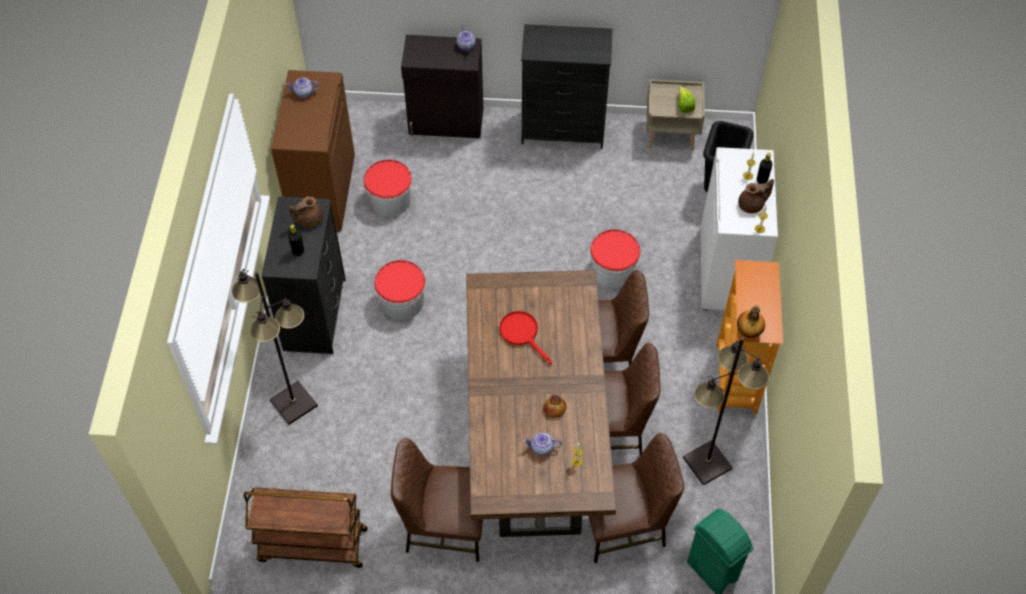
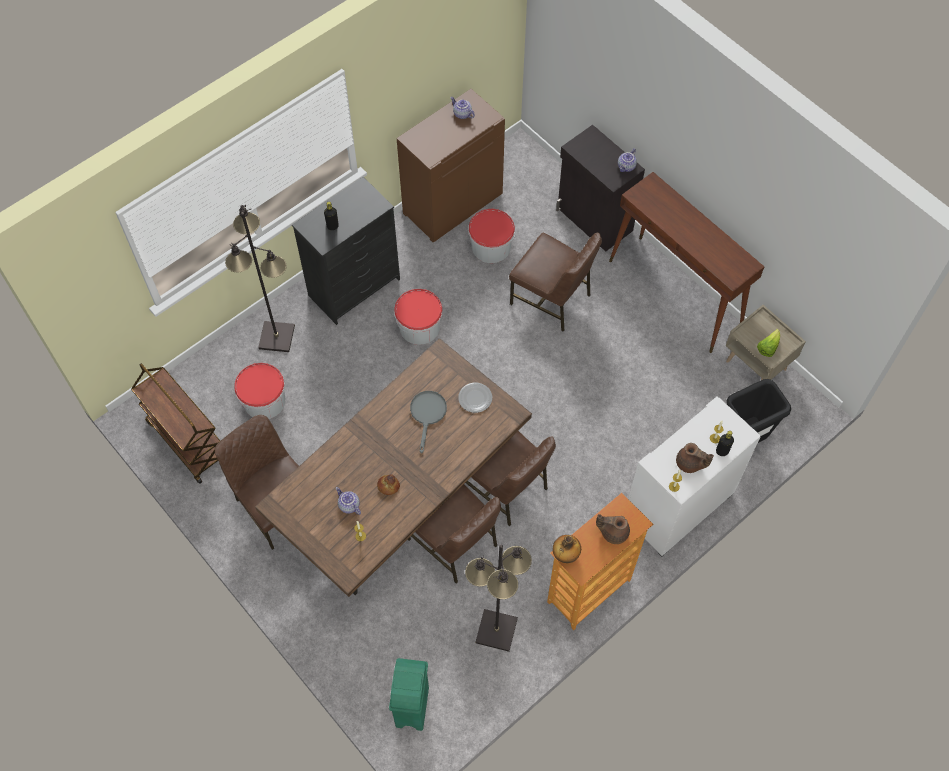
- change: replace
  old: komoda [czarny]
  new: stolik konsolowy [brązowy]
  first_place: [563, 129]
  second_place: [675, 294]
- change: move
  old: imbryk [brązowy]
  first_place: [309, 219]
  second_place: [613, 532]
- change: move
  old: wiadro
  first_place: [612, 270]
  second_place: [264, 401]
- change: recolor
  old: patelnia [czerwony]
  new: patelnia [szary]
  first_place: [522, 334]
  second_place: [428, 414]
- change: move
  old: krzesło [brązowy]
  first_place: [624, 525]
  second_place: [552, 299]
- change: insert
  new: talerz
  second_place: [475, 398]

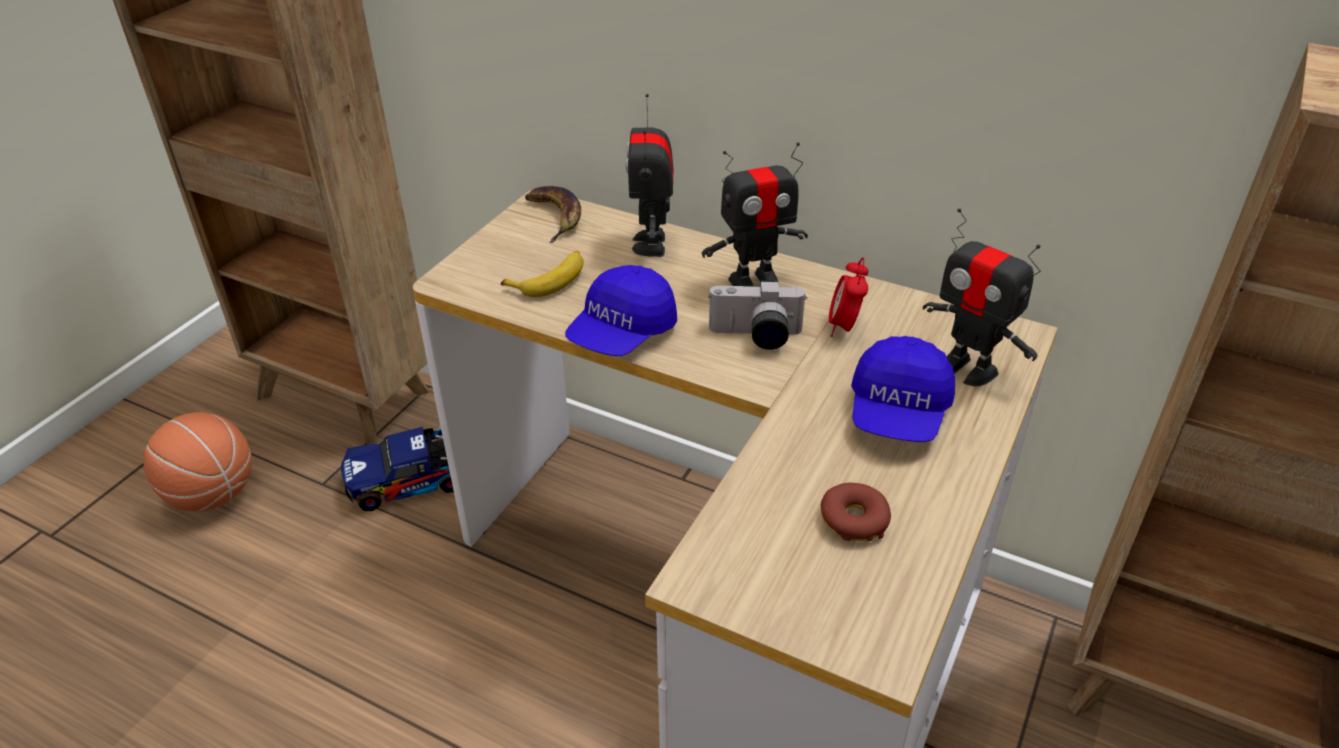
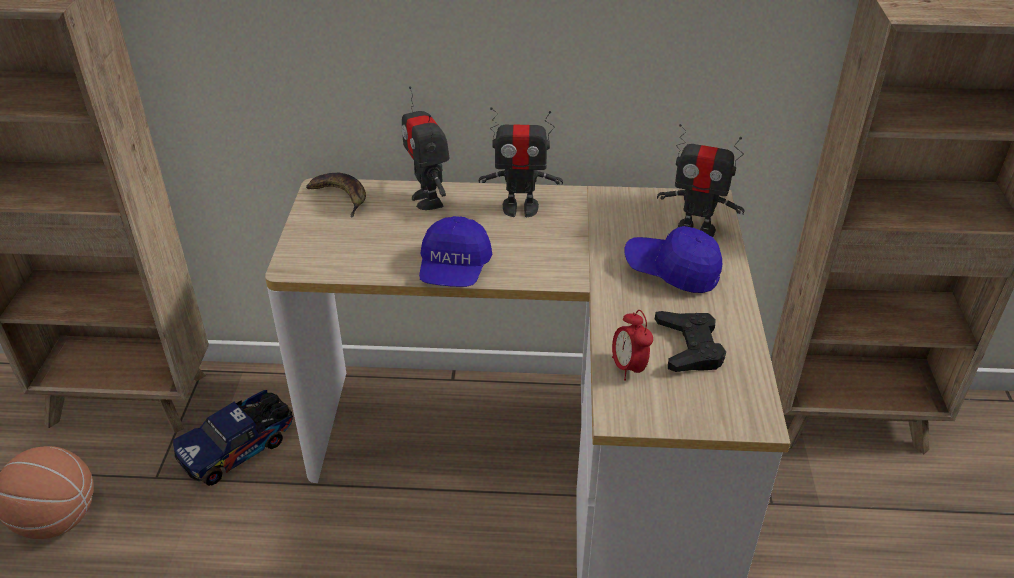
- change: rotate
  old: robot zabawkowy
  first_place: [754, 280]
  second_place: [520, 208]
  degrees: 45
- change: delete
  old: banan
  first_place: [550, 280]
- change: move
  old: budzik
  first_place: [844, 327]
  second_place: [628, 367]
- change: delete
  old: aparat fotograficzny
  first_place: [755, 337]
- change: rotate
  old: czapka z daszkiem [niebieski]
  first_place: [898, 413]
  second_place: [672, 272]
  degrees: 120
- change: replace
  old: donut
  new: pad do gier [czarny]
  first_place: [854, 520]
  second_place: [689, 347]

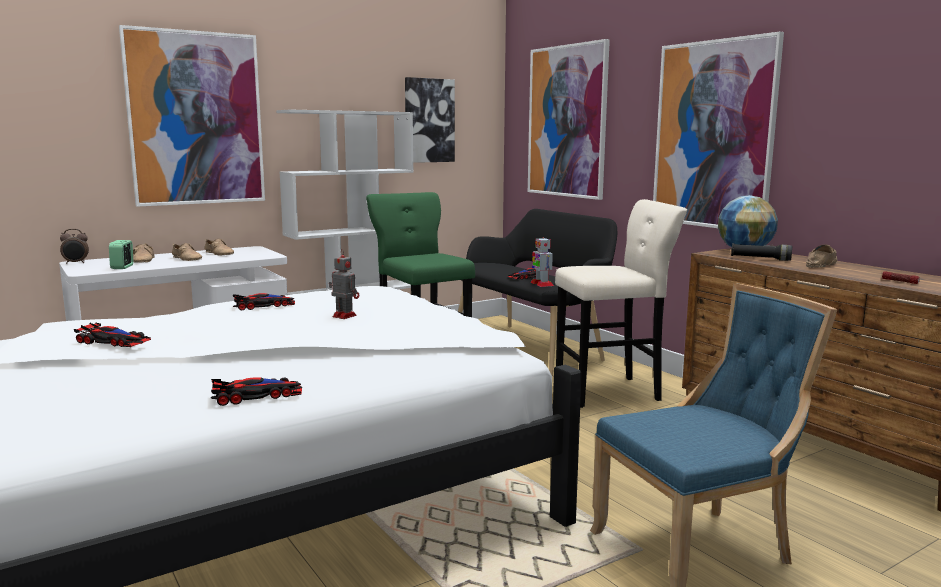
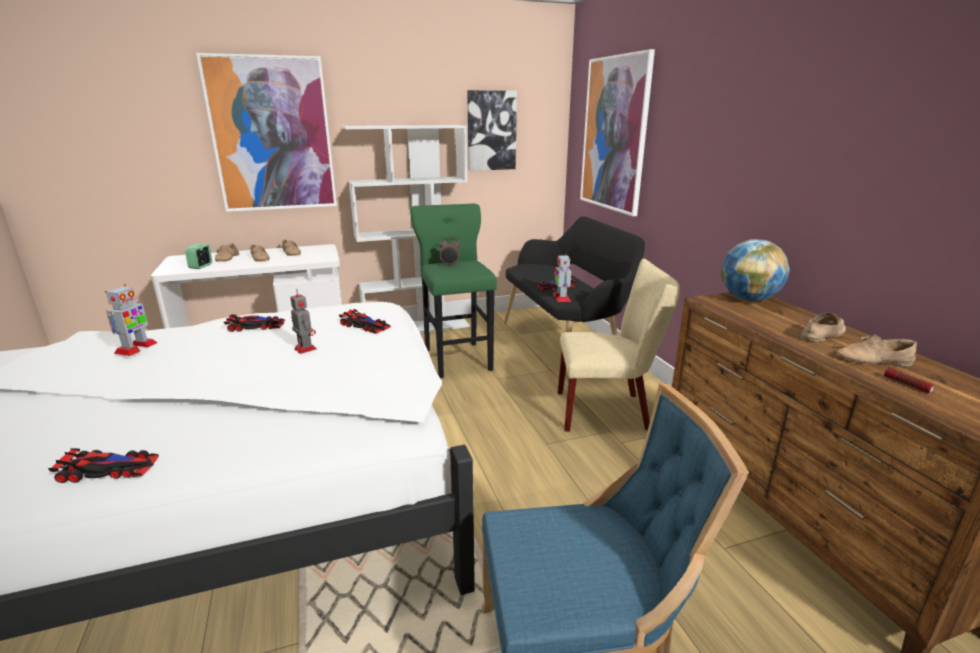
- change: delete
  old: obraz
  first_place: [713, 135]
- change: replace
  old: stołek [beżowy]
  new: krzesło [beżowy]
  first_place: [612, 392]
  second_place: [608, 411]
- change: move
  old: budzik
  first_place: [76, 263]
  second_place: [449, 265]
- change: delete
  old: latarka [czarny]
  first_place: [760, 259]
- change: move
  old: samochodzik
  first_place: [113, 341]
  second_place: [365, 326]
- change: insert
  new: robot zabawkowy
  second_place: [136, 348]
- change: insert
  new: but [beżowy]
  second_place: [874, 360]

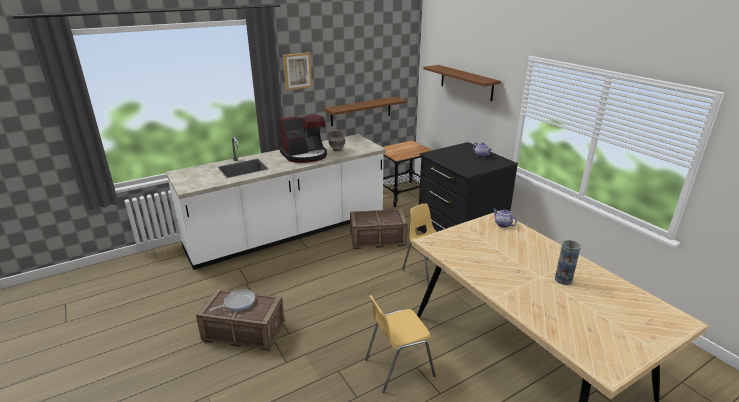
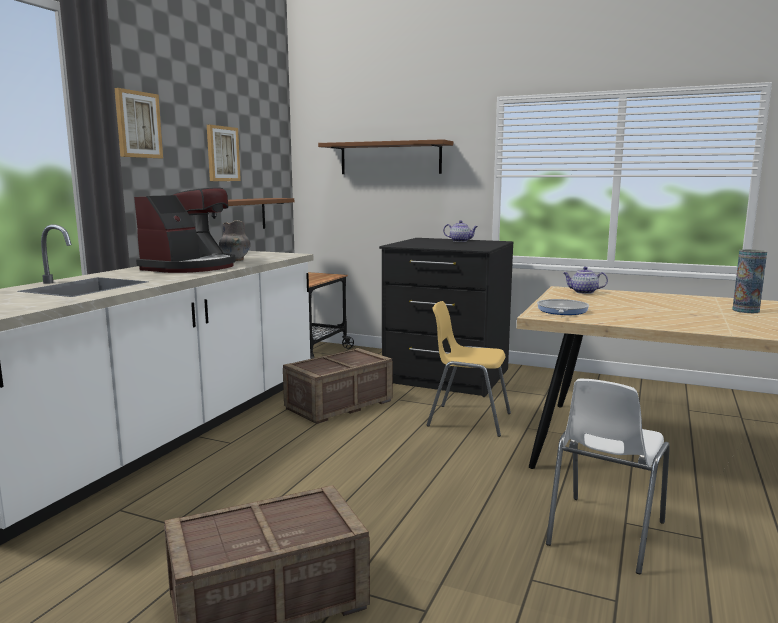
- change: move
  old: patelnia
  first_place: [238, 302]
  second_place: [561, 311]
- change: recolor
  old: krzesło [żółty]
  new: krzesło [biały]
  first_place: [398, 367]
  second_place: [604, 533]
- change: insert
  new: obraz
  second_place: [222, 154]

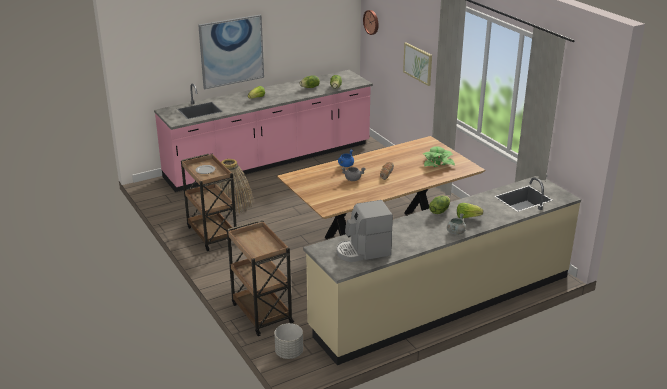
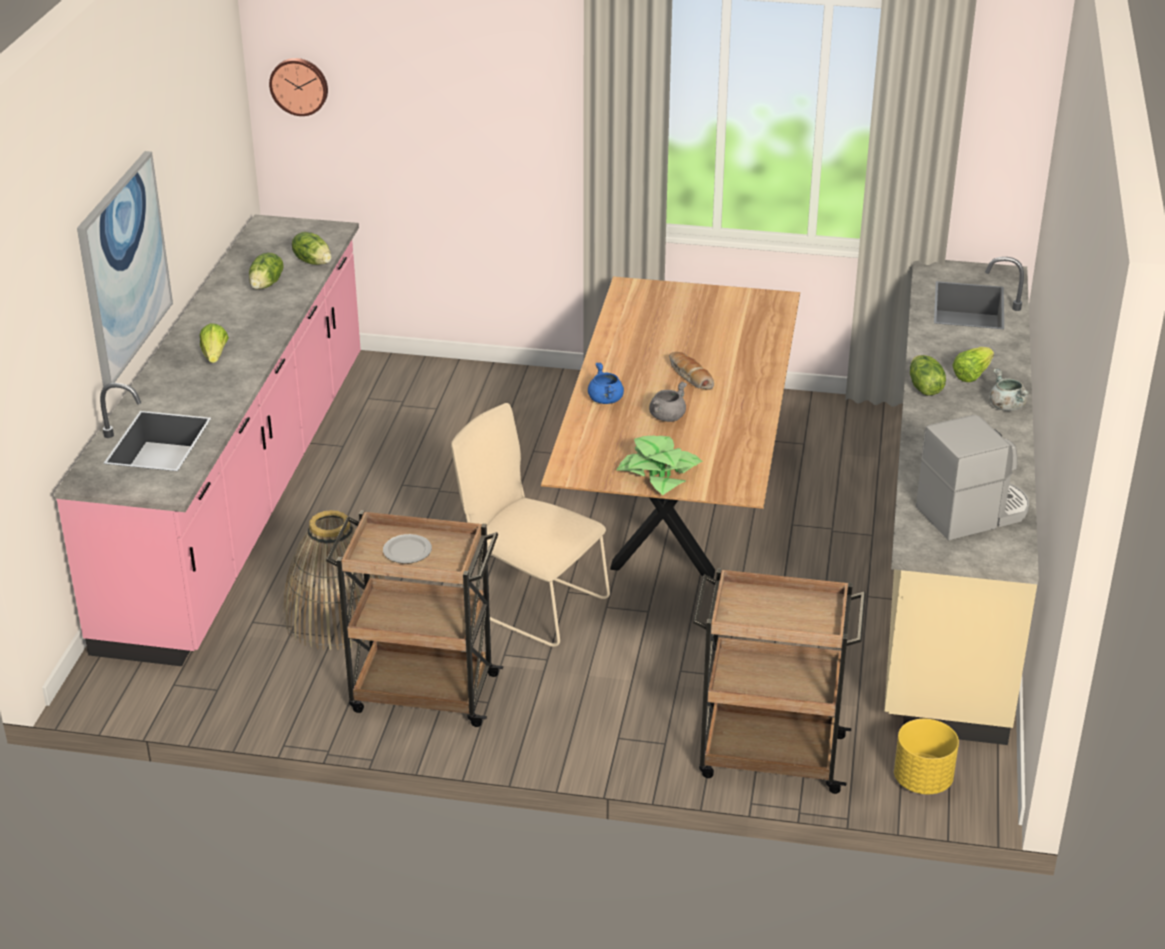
- change: delete
  old: obraz
  first_place: [418, 63]
- change: move
  old: roślina doniczkowa
  first_place: [438, 163]
  second_place: [660, 472]
- change: rotate
  old: ekspres do kawy
  first_place: [363, 251]
  second_place: [974, 513]
  degrees: -135
- change: recolor
  old: donica [szary]
  new: donica [żółty]
  first_place: [289, 353]
  second_place: [922, 781]
- change: insert
  new: krzesło [beżowy]
  second_place: [529, 602]

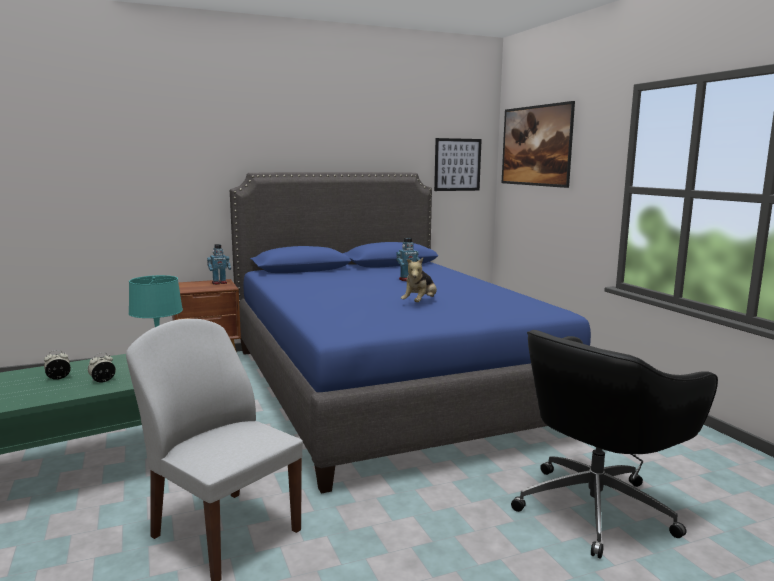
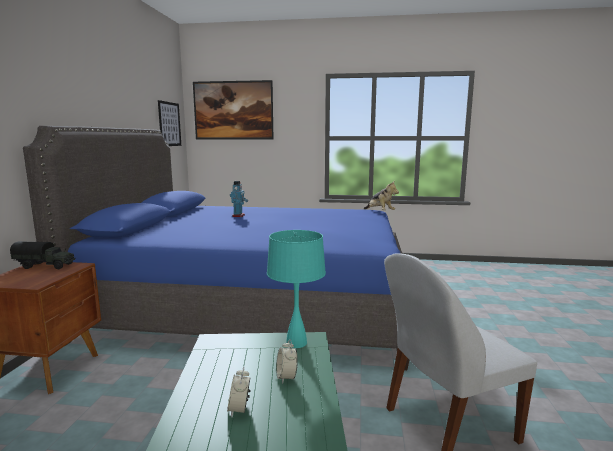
- change: replace
  old: robot zabawkowy
  new: ciężarówka zabawkowa
  first_place: [219, 283]
  second_place: [46, 266]
- change: move
  old: pluszak
  first_place: [420, 303]
  second_place: [379, 212]
- change: delete
  old: krzesło biurowe [czarny]
  first_place: [597, 507]

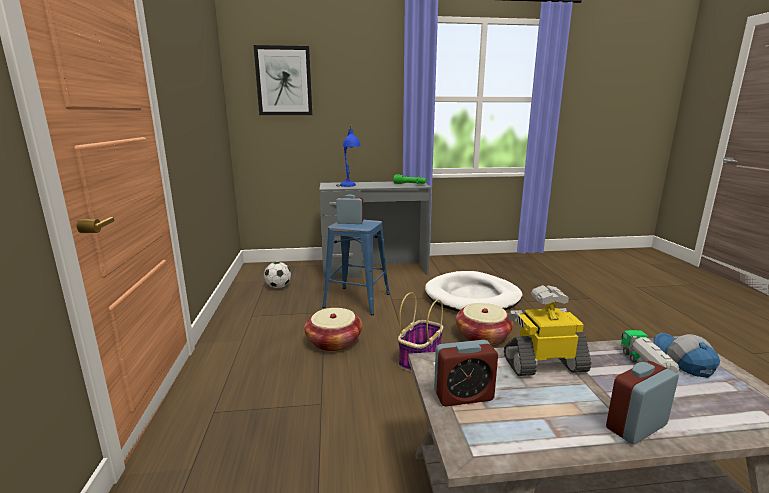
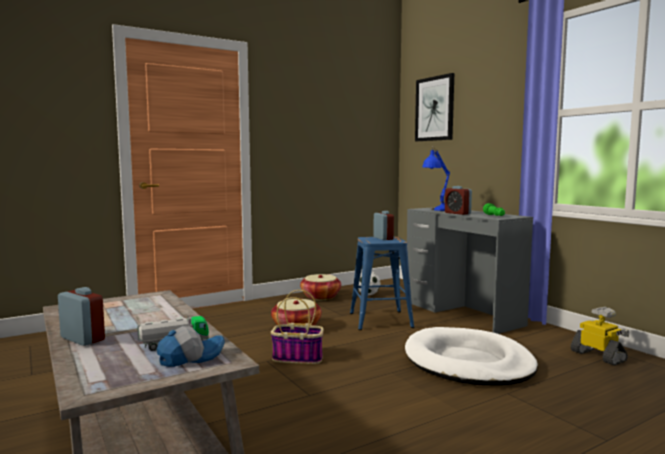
- change: move
  old: robot zabawkowy
  first_place: [544, 364]
  second_place: [599, 356]
- change: move
  old: koszyk
  first_place: [483, 336]
  second_place: [320, 297]
- change: move
  old: budzik
  first_place: [463, 396]
  second_place: [457, 213]

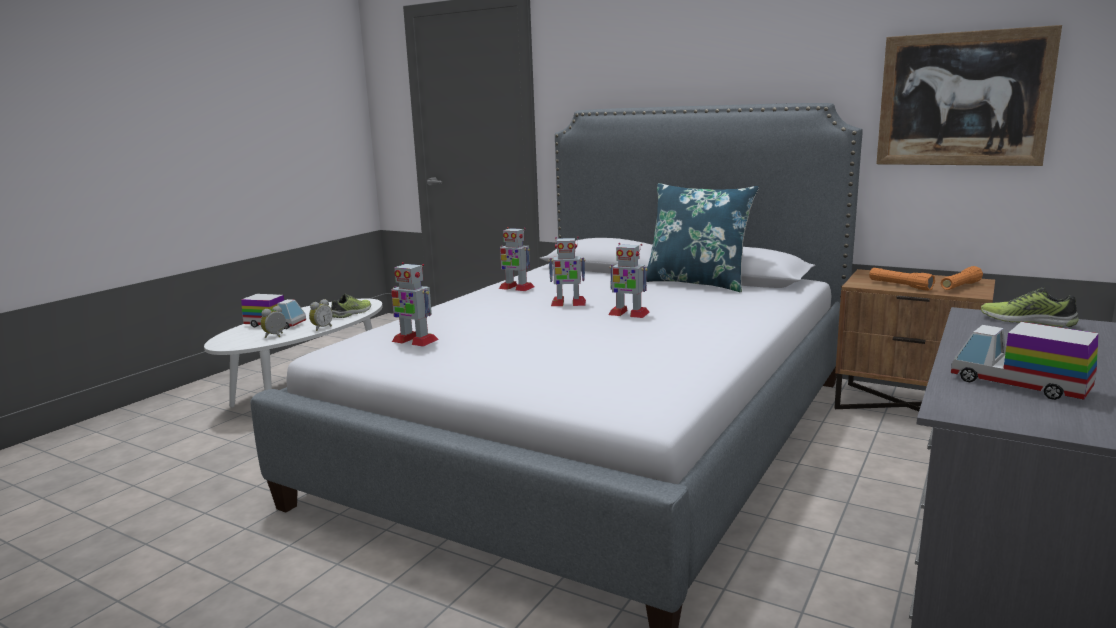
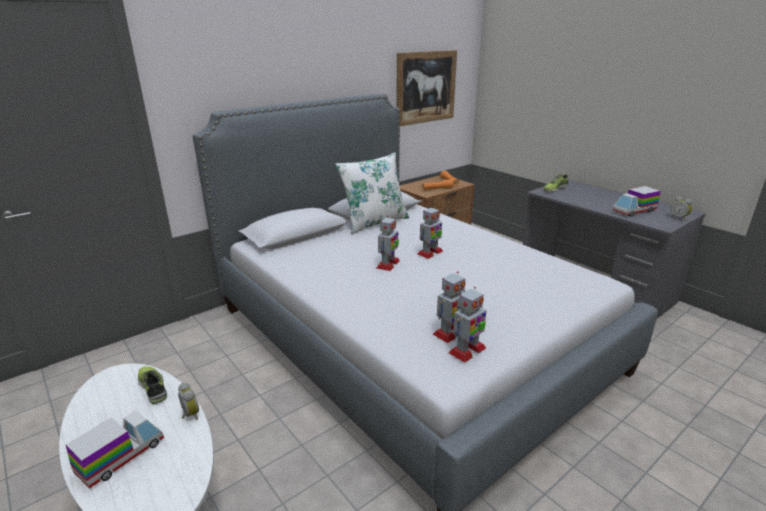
- change: recolor
  old: poduszka [niebieski]
  new: poduszka [biały]
  first_place: [697, 283]
  second_place: [374, 222]
- change: move
  old: robot zabawkowy
  first_place: [516, 288]
  second_place: [467, 351]
- change: move
  old: budzik
  first_place: [276, 336]
  second_place: [679, 218]

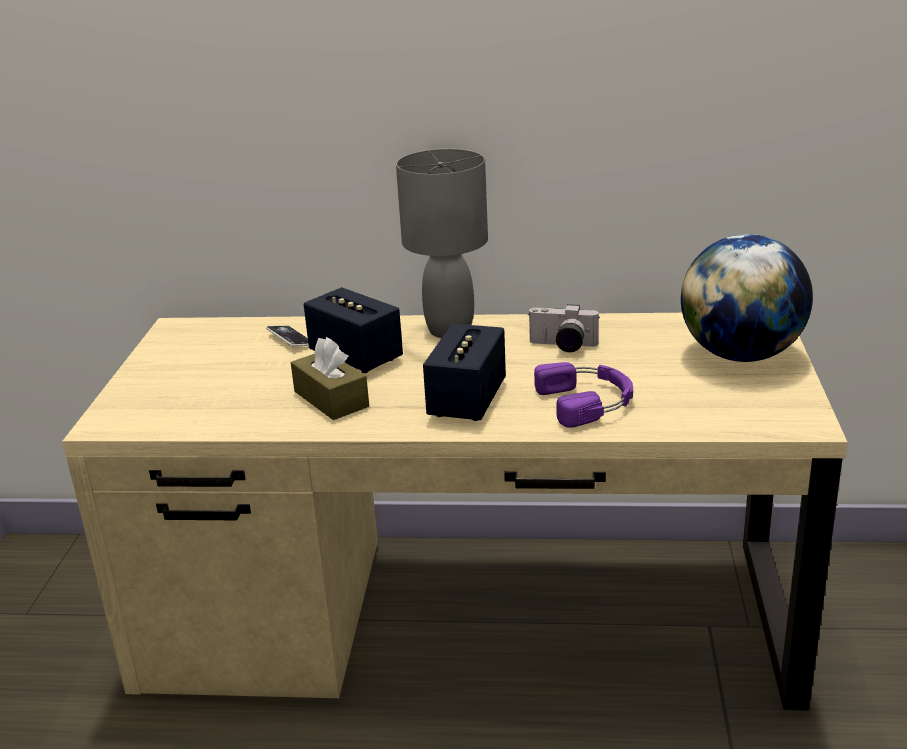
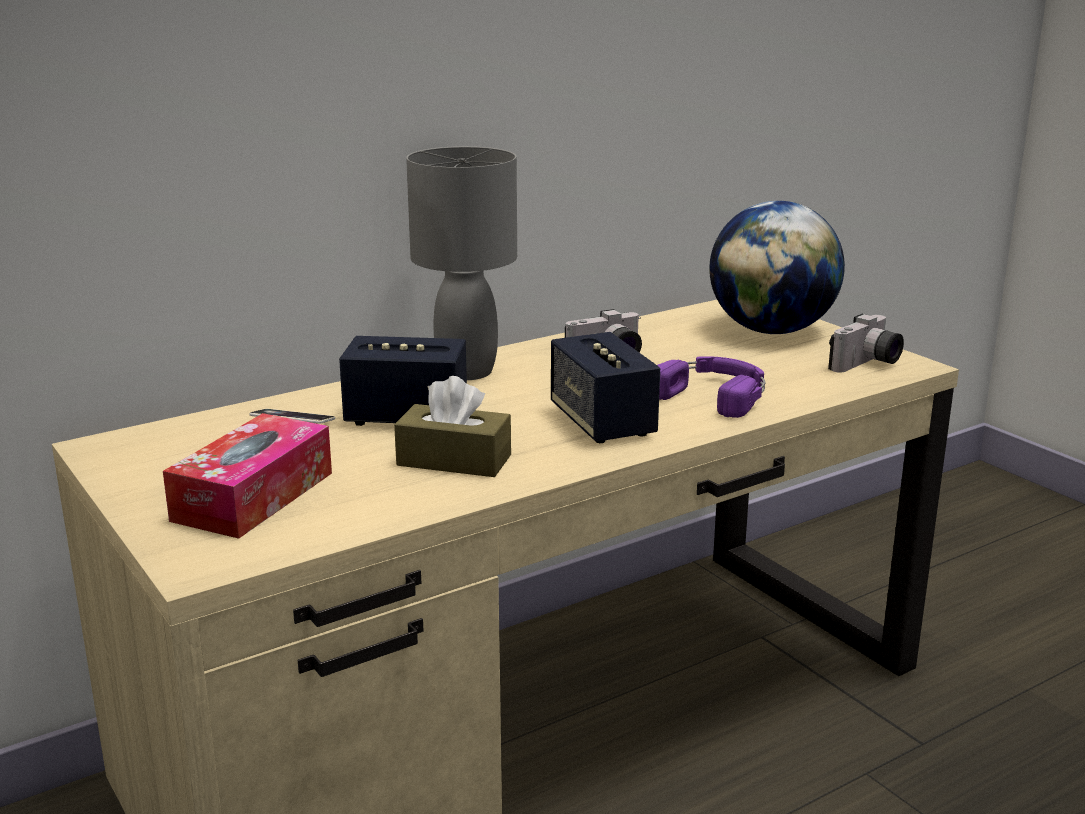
- change: insert
  new: aparat fotograficzny
  second_place: [867, 364]
- change: insert
  new: pudełko chusteczek
  second_place: [253, 496]

